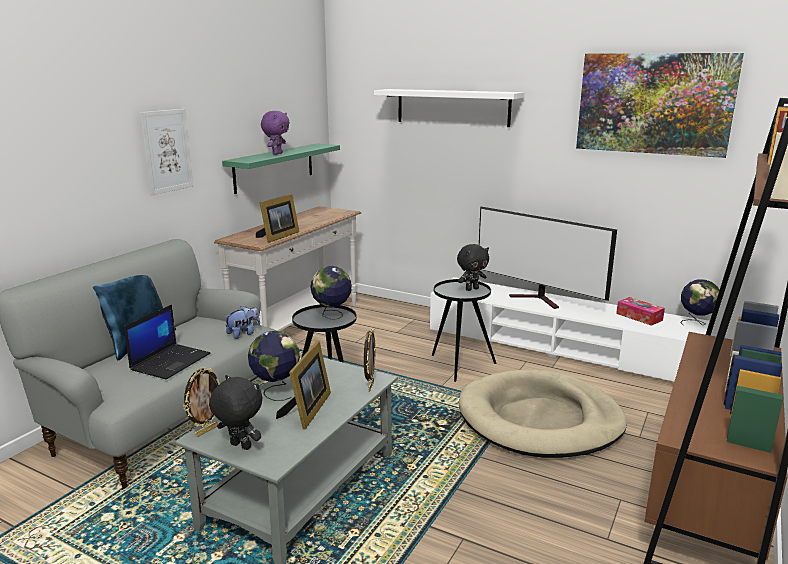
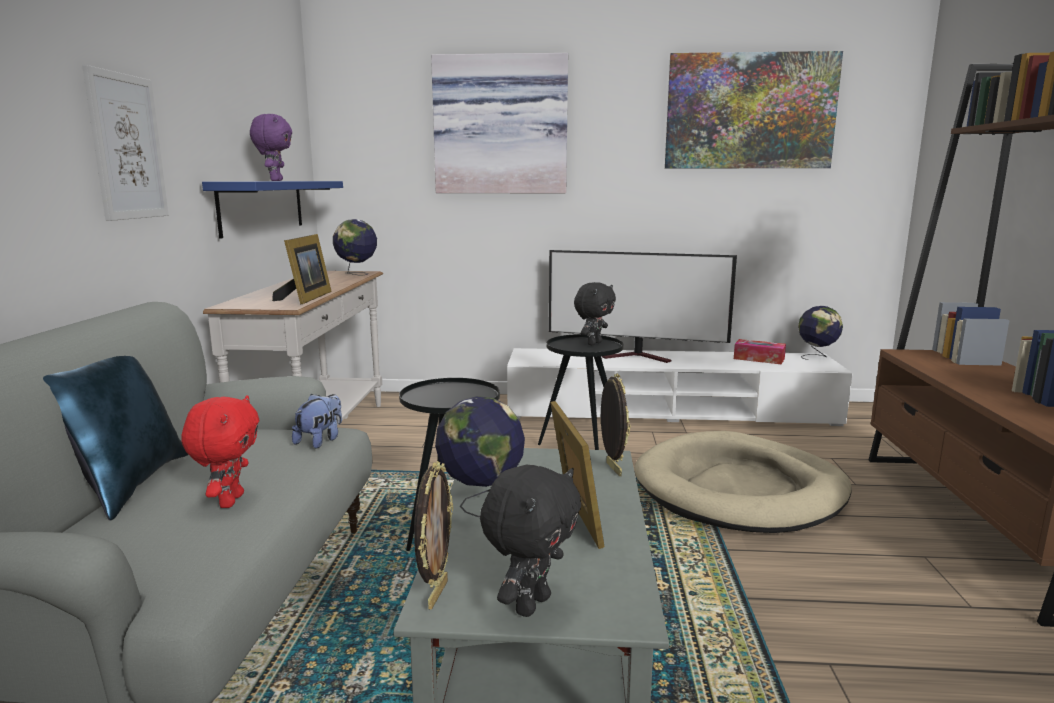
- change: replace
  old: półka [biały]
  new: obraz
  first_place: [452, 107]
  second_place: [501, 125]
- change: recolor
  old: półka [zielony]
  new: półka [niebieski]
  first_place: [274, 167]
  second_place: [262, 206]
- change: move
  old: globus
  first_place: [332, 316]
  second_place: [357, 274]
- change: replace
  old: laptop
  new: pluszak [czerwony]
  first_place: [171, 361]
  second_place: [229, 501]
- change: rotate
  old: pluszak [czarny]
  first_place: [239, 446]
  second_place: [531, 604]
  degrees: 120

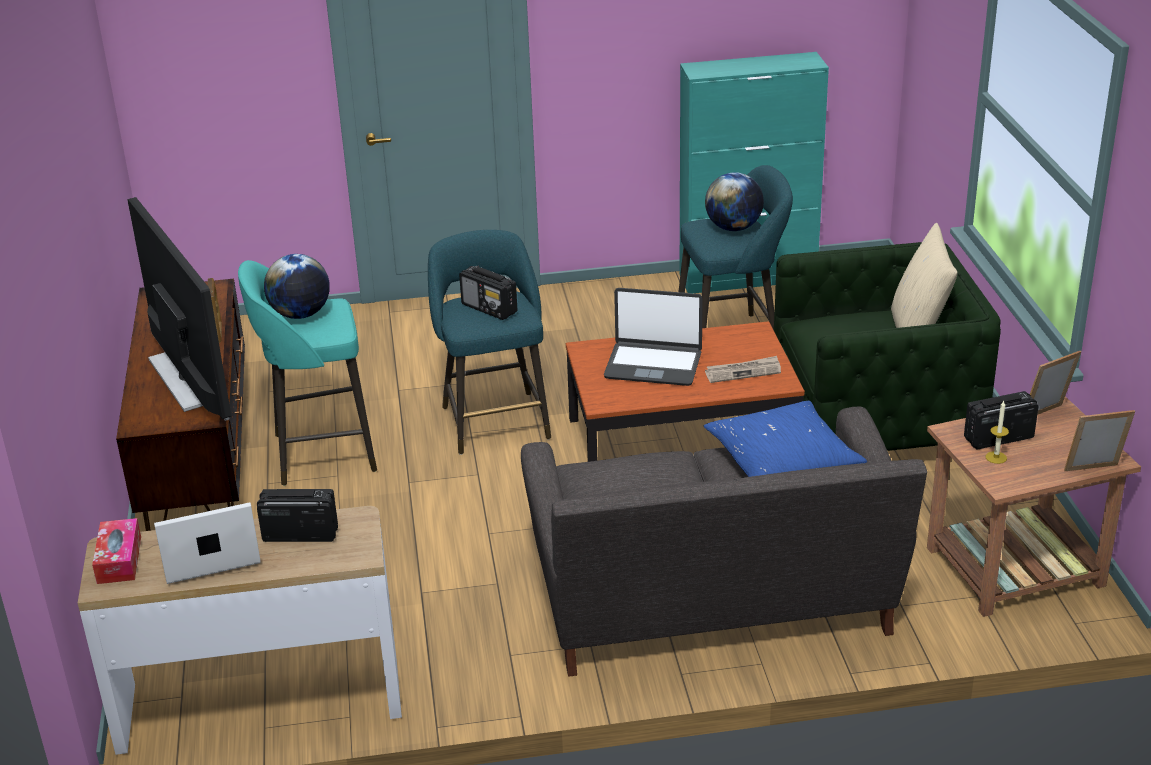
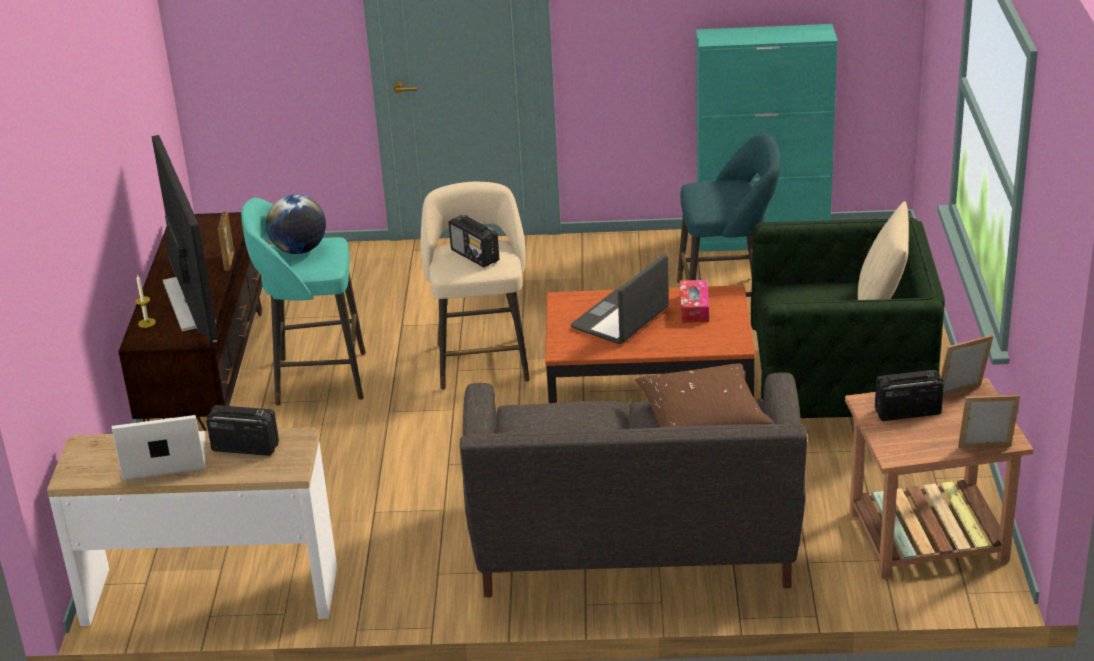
- change: delete
  old: globus
  first_place: [733, 228]
- change: recolor
  old: stołek [turkusowy]
  new: stołek [beżowy]
  first_place: [494, 419]
  second_place: [482, 359]
- change: rotate
  old: laptop
  first_place: [653, 365]
  second_place: [621, 319]
  degrees: 105
- change: delete
  old: gazeta
  first_place: [743, 372]
- change: recolor
  old: poduszka [niebieski]
  new: poduszka [brązowy]
  first_place: [782, 461]
  second_place: [702, 417]
- change: move
  old: świeca
  first_place: [996, 457]
  second_place: [147, 323]
- change: move
  old: pudełko chusteczek
  first_place: [119, 560]
  second_place: [694, 308]

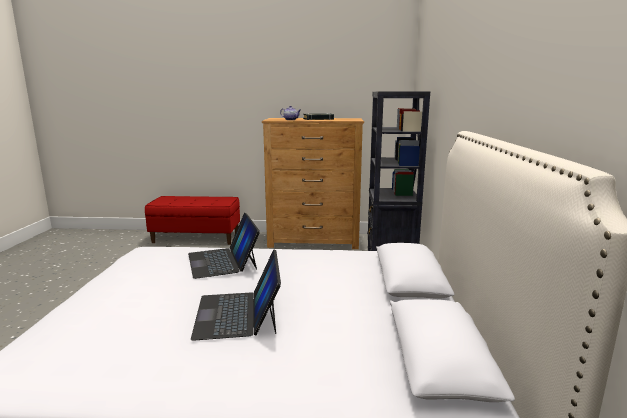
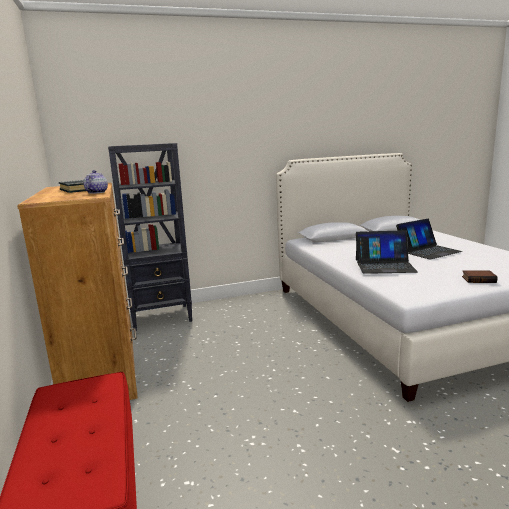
- change: rotate
  old: laptop
  first_place: [223, 261]
  second_place: [384, 265]
  degrees: 45
- change: insert
  new: książka
  second_place: [479, 279]

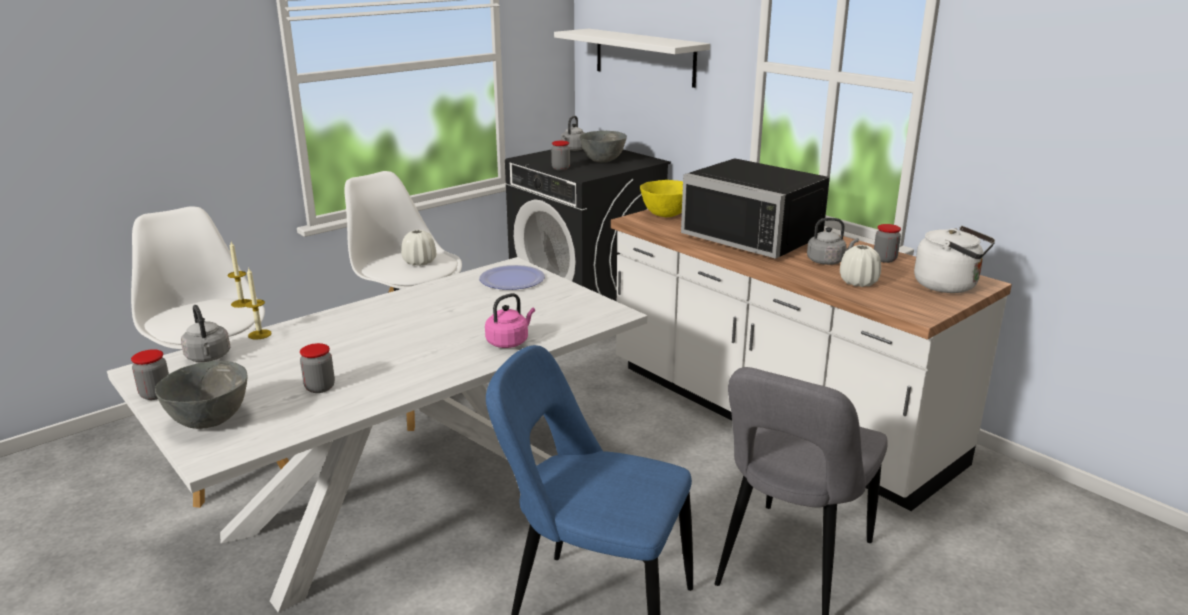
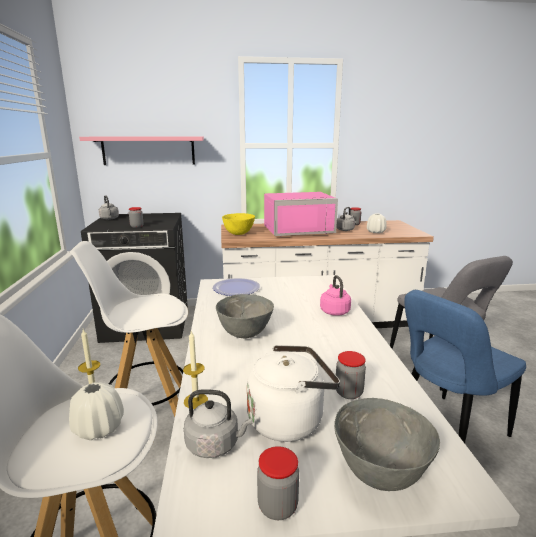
- change: recolor
  old: półka [biały]
  new: półka [różowy]
  first_place: [644, 57]
  second_place: [148, 150]
- change: move
  old: miska [szary]
  first_place: [602, 161]
  second_place: [244, 334]
- change: recolor
  old: mikrofalówka [czarny]
  new: mikrofalówka [różowy]
  first_place: [757, 236]
  second_place: [297, 230]
- change: move
  old: czajnik [biały]
  first_place: [949, 286]
  second_place: [289, 419]
- change: move
  old: wazon [biały]
  first_place: [420, 262]
  second_place: [99, 428]

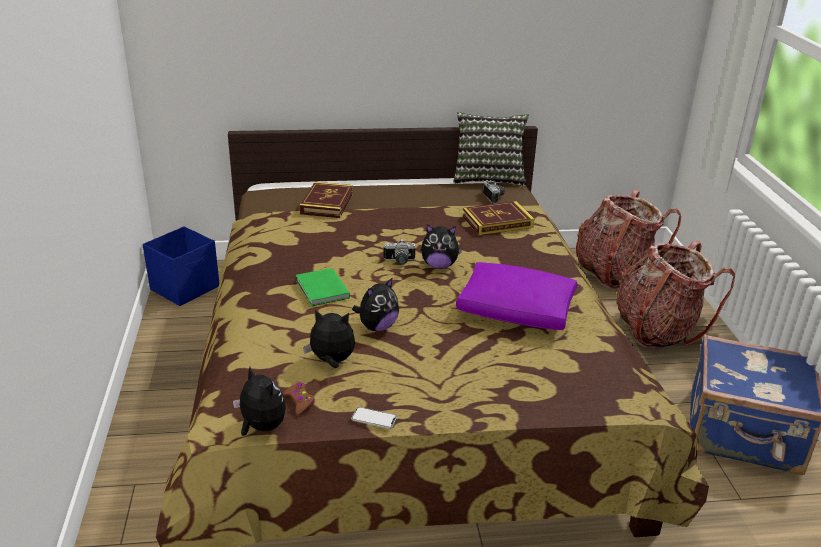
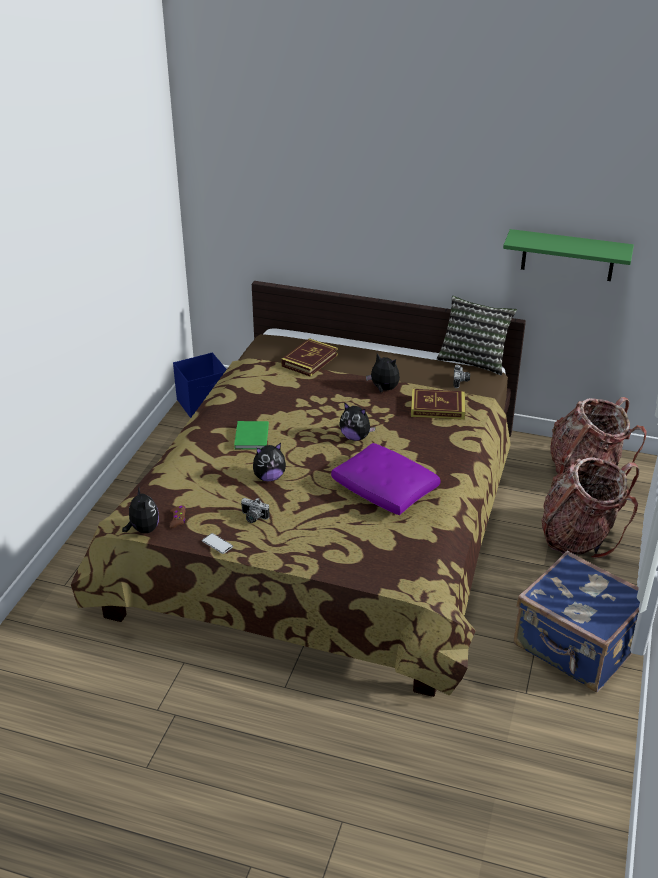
- change: move
  old: aparat fotograficzny
  first_place: [399, 261]
  second_place: [253, 518]
- change: move
  old: pluszak
  first_place: [332, 361]
  second_place: [383, 389]
- change: insert
  new: półka [zielony]
  second_place: [568, 255]

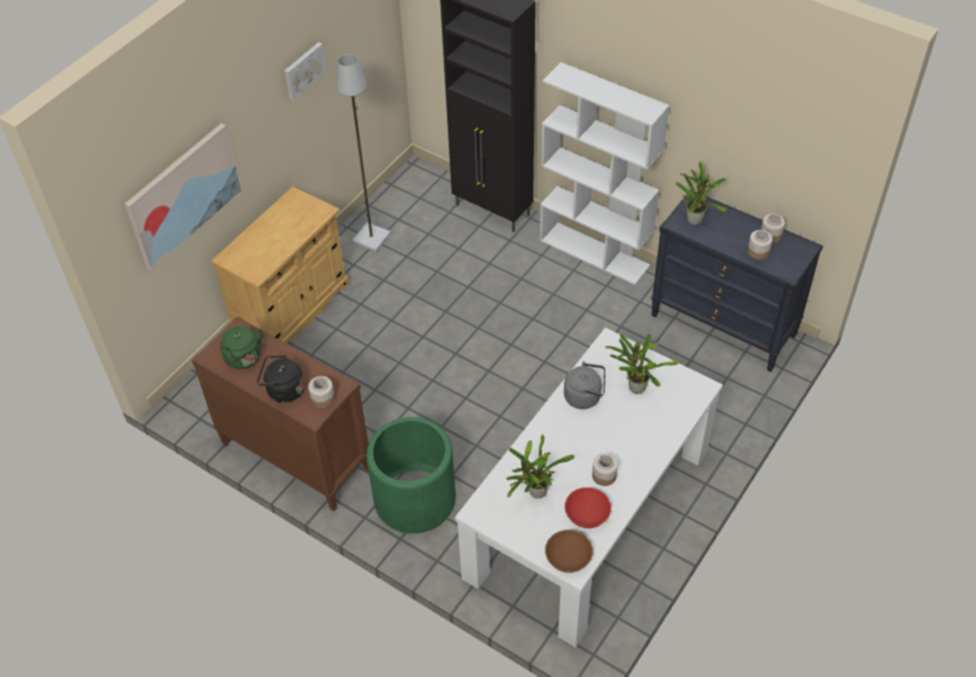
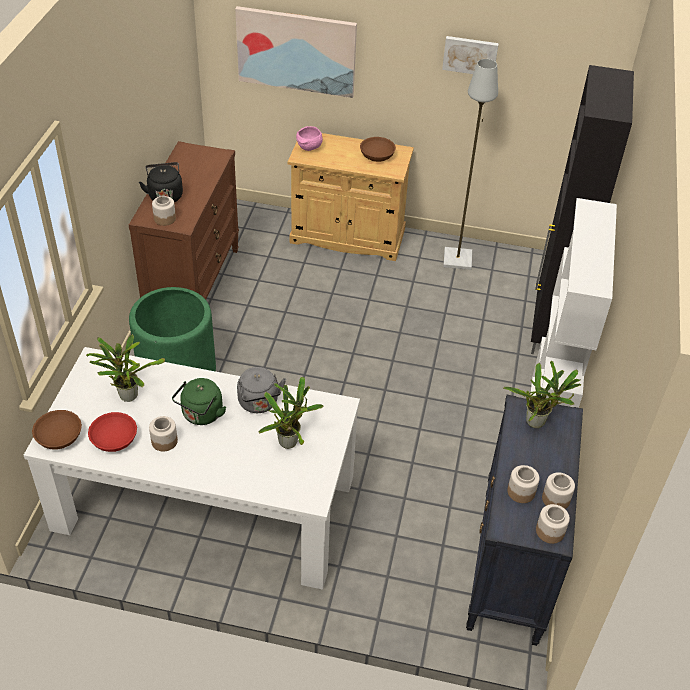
- change: move
  old: czajnik [zielony]
  first_place: [245, 359]
  second_place: [201, 415]
- change: insert
  new: miska [różowy]
  second_place: [309, 148]
- change: insert
  new: miska [brązowy]
  second_place: [377, 155]
- change: insert
  new: słoik
  second_place: [550, 531]

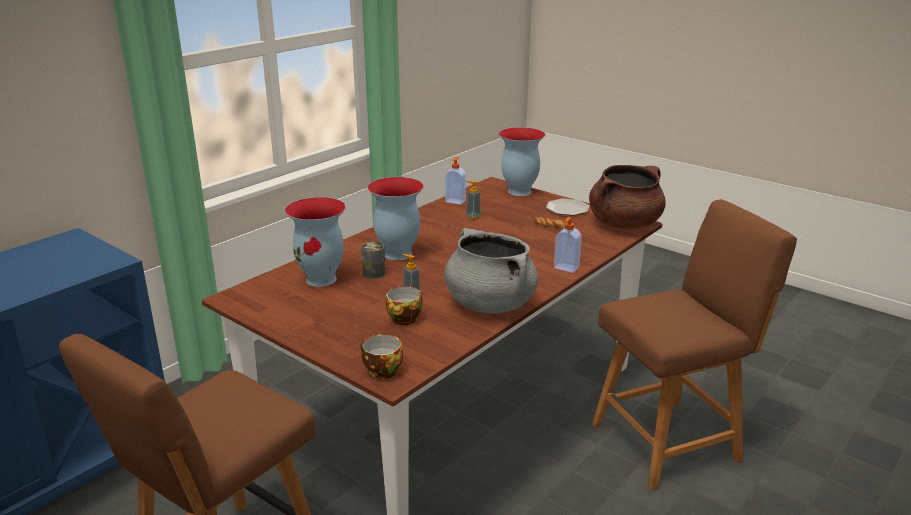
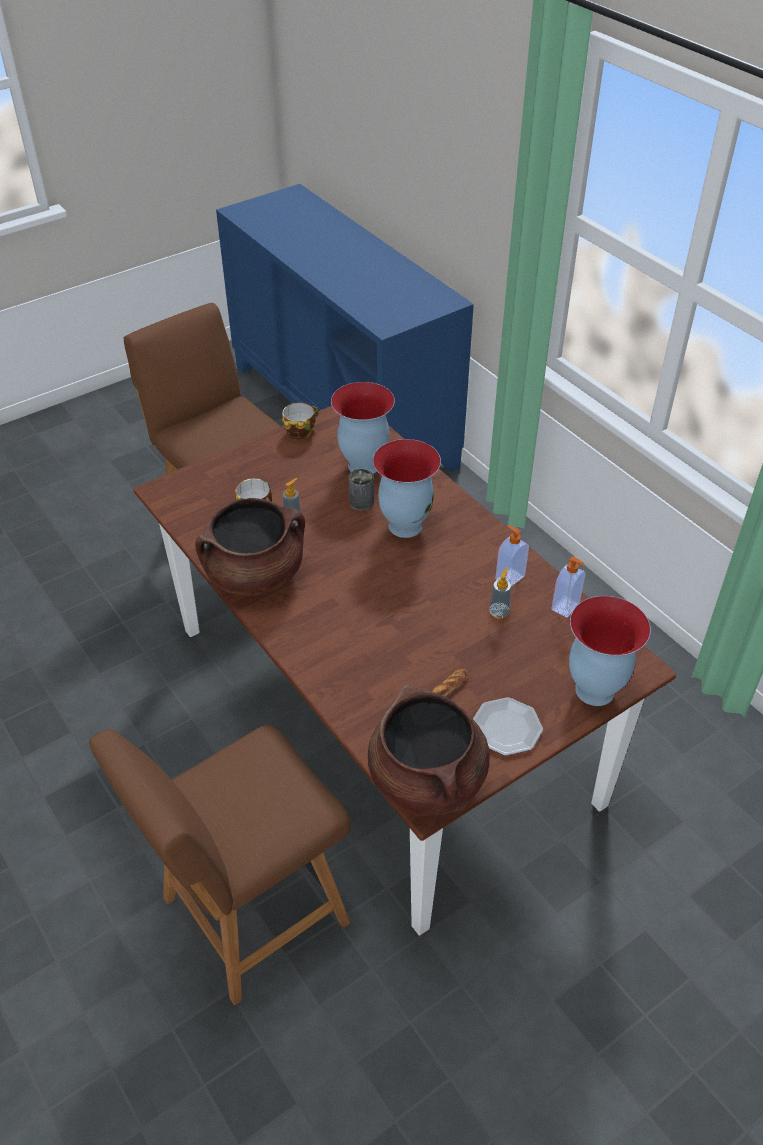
- change: rotate
  old: krzesło [brązowy]
  first_place: [669, 441]
  second_place: [249, 914]
  degrees: 60
- change: move
  old: dozownik mydła
  first_place: [566, 268]
  second_place: [509, 577]
- change: recolor
  old: garnek [szary]
  new: garnek [brązowy]
  first_place: [489, 304]
  second_place: [255, 574]
- change: move
  old: filiżanka
  first_place: [380, 371]
  second_place: [300, 431]

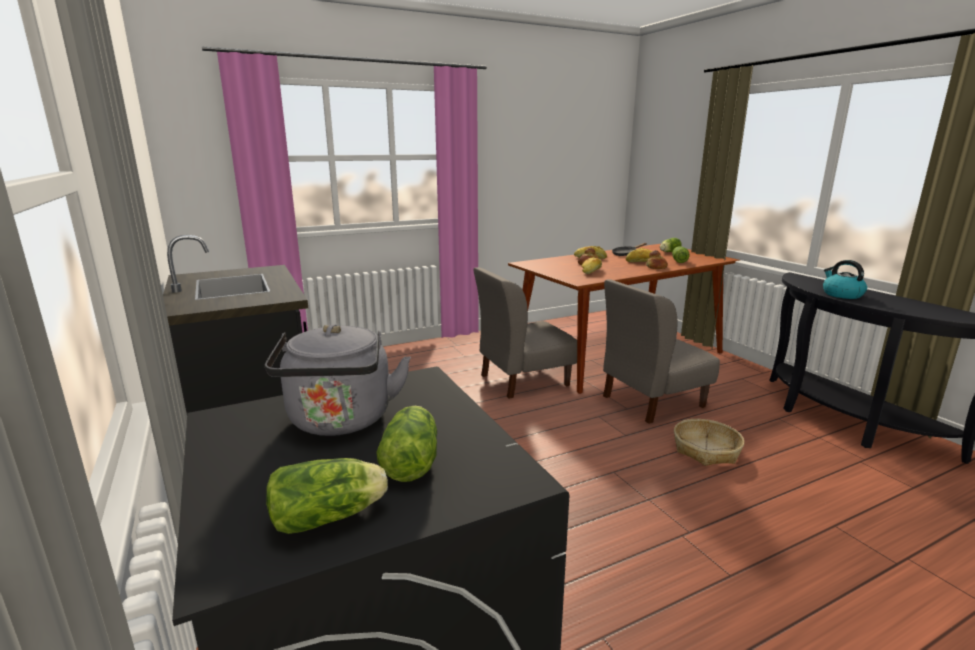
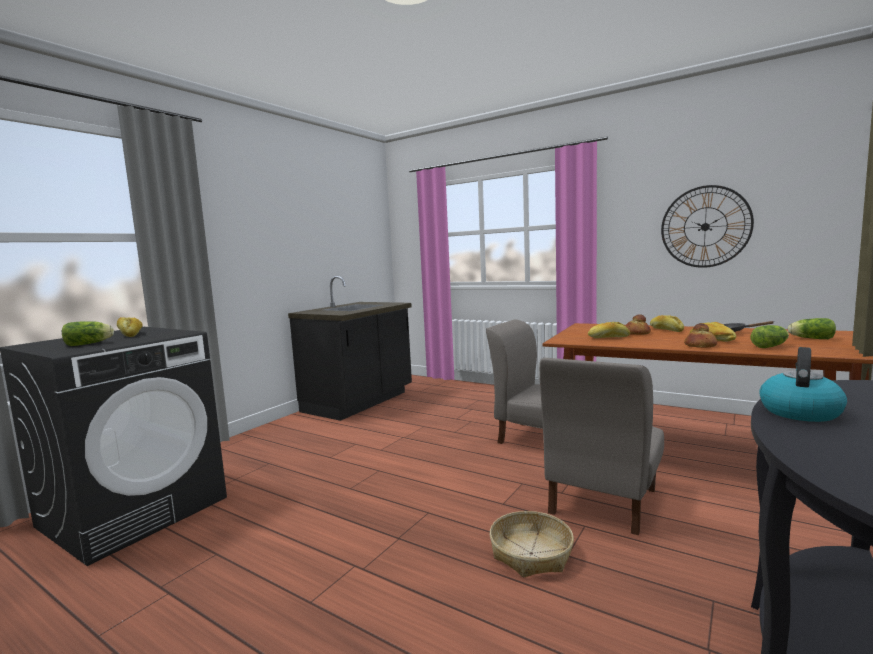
- change: rotate
  old: krzesło [szary]
  first_place: [652, 401]
  second_place: [602, 501]
  degrees: -90
- change: replace
  old: czajnik [szary]
  new: chleb
  first_place: [340, 422]
  second_place: [131, 335]
- change: delete
  old: sałata
  first_place: [332, 516]
- change: insert
  new: zegar ścienny
  second_place: [705, 227]

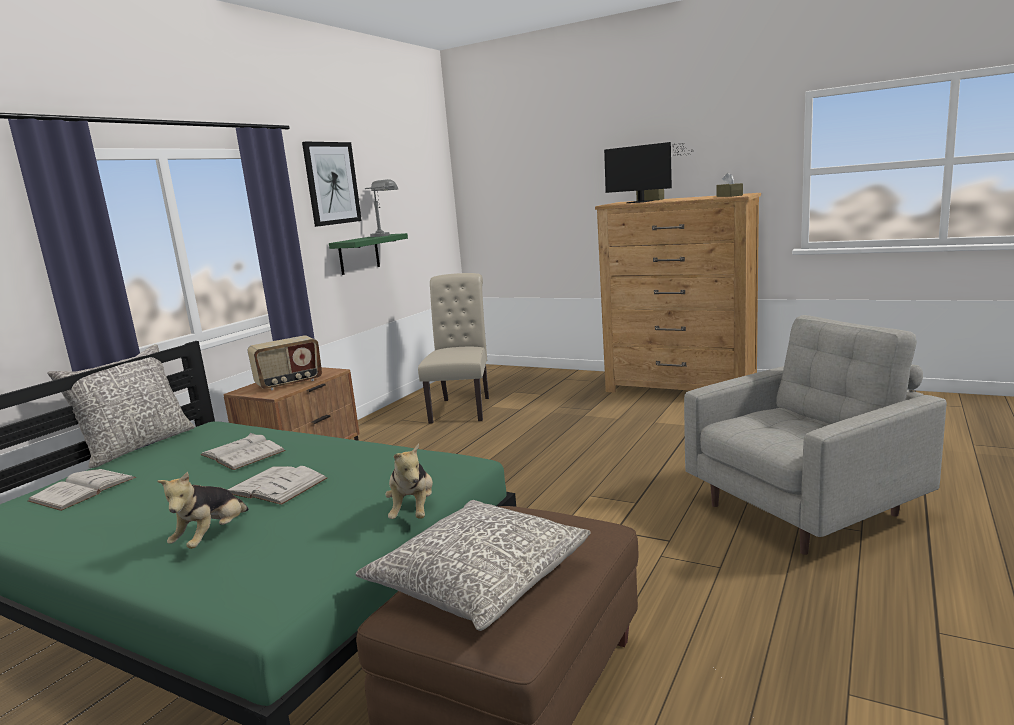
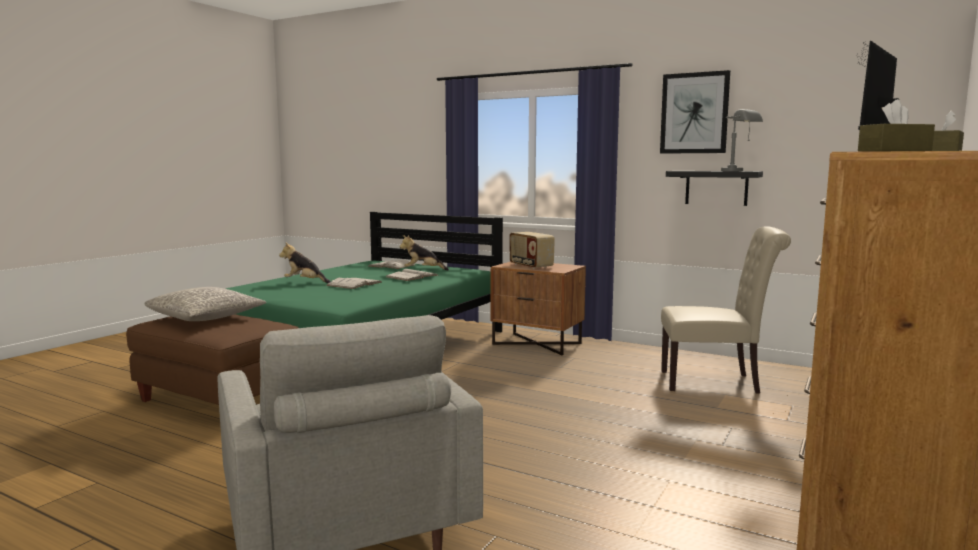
- change: recolor
  old: półka [zielony]
  new: półka [czarny]
  first_place: [359, 254]
  second_place: [716, 188]
- change: delete
  old: poduszka [szary]
  first_place: [137, 446]
- change: move
  old: pluszak
  first_place: [413, 512]
  second_place: [423, 270]

